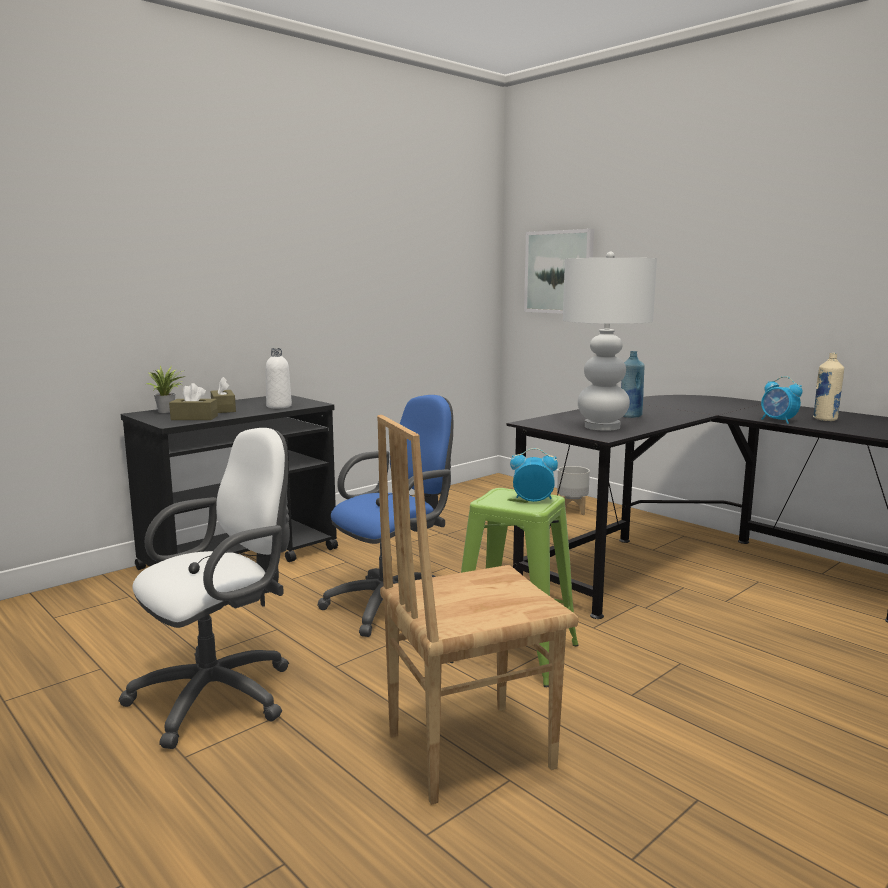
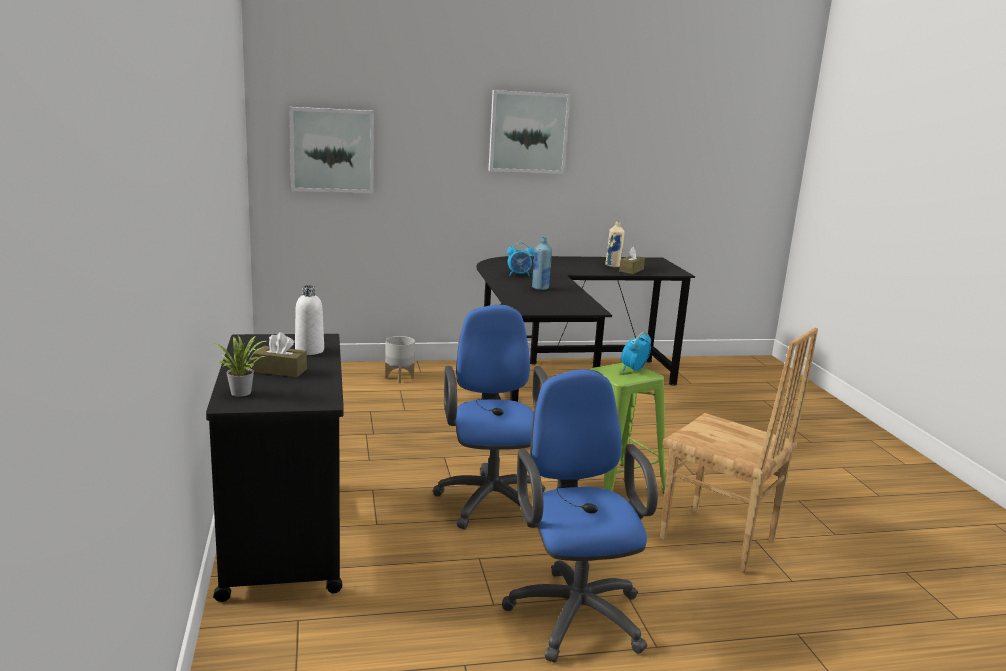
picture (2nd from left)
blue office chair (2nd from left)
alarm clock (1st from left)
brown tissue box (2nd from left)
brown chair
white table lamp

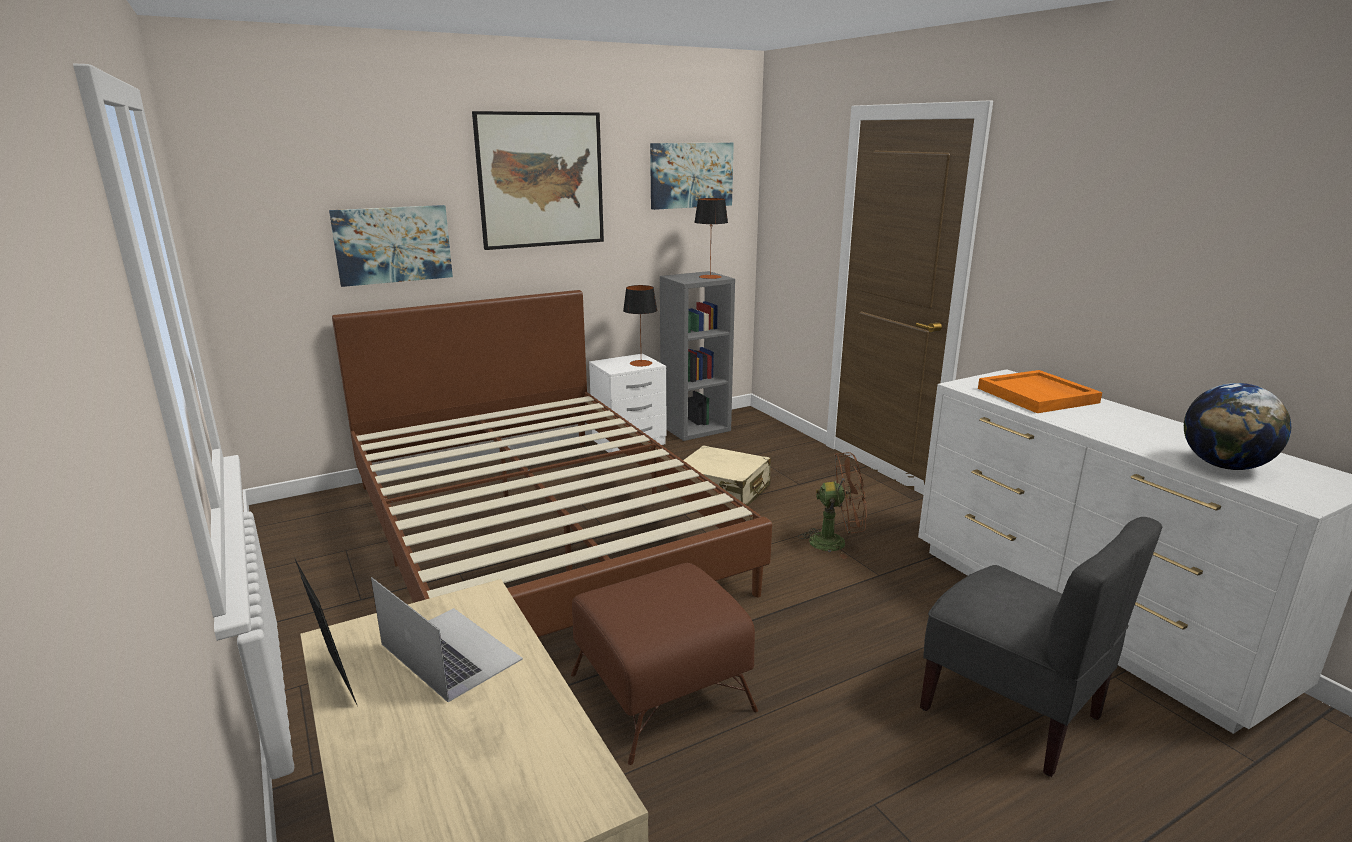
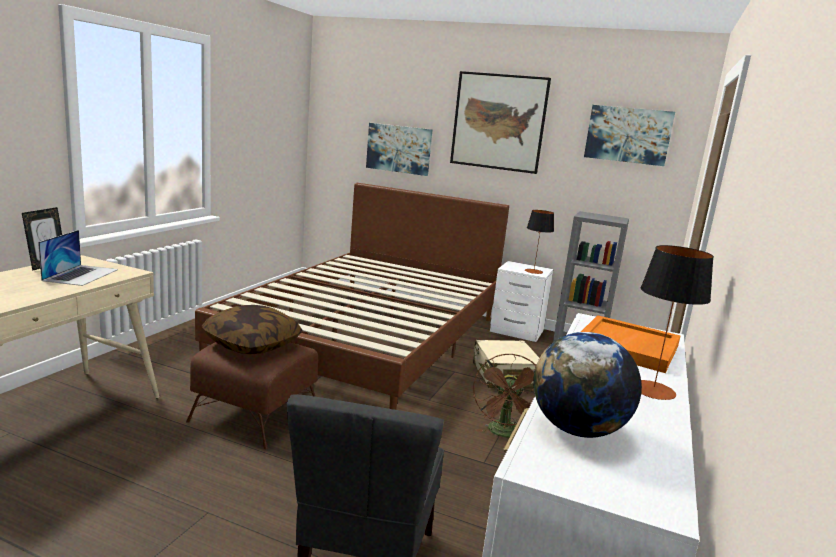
pillow
brown fan
table lamp (2nd from left)

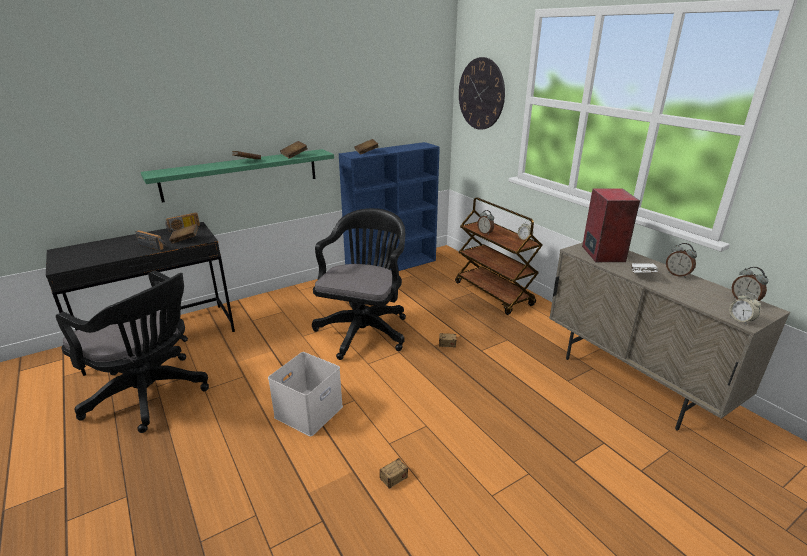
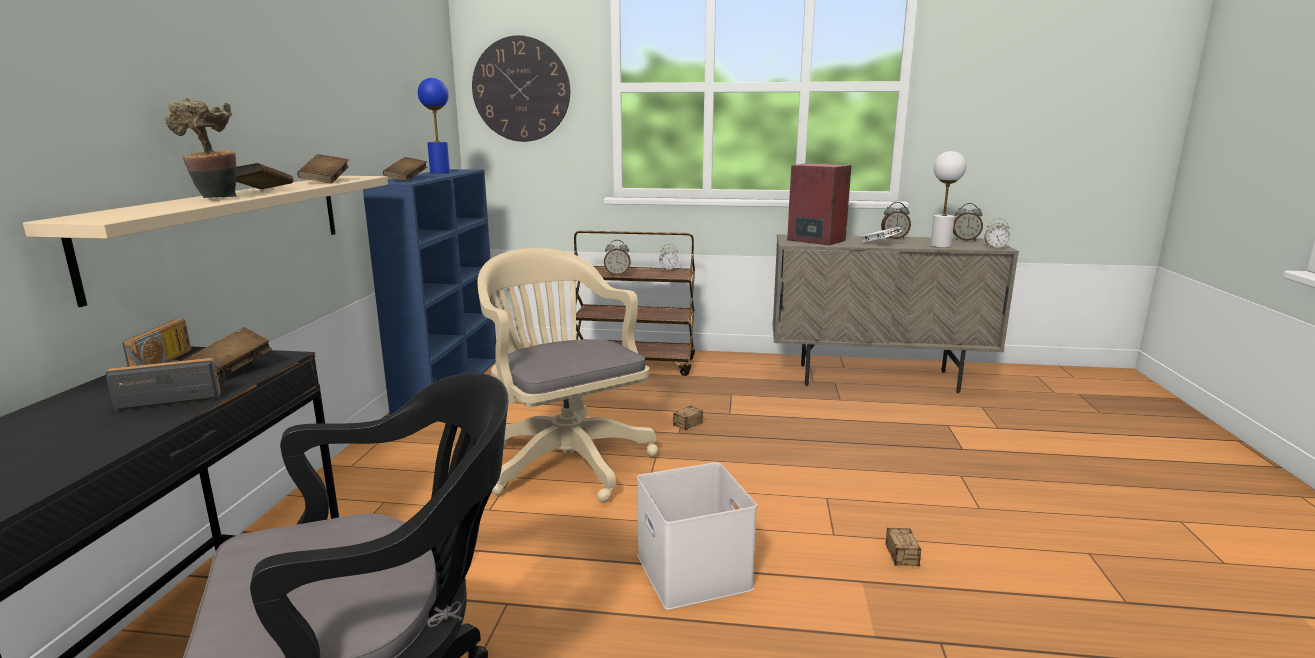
beige shelf
potted plant
blue table lamp
beige office chair
white table lamp

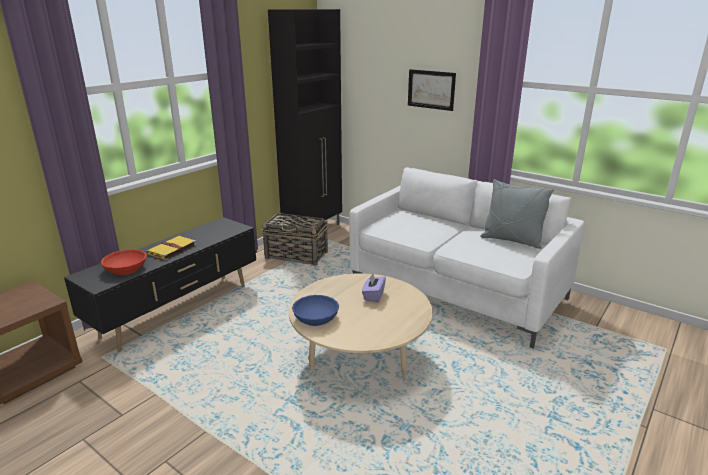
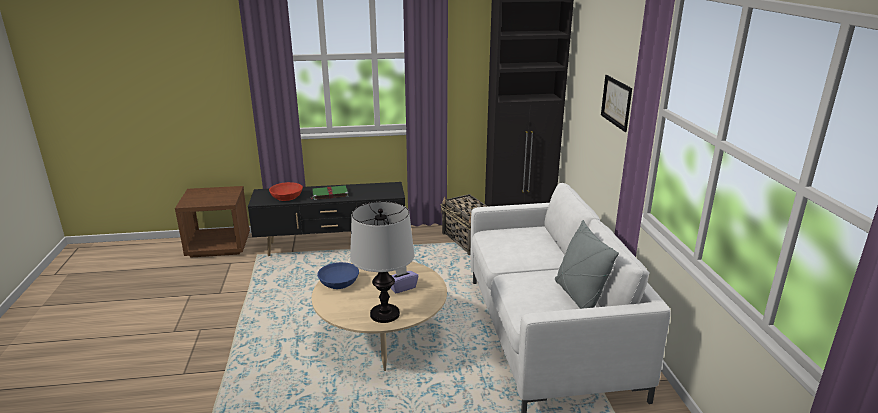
green book
table lamp

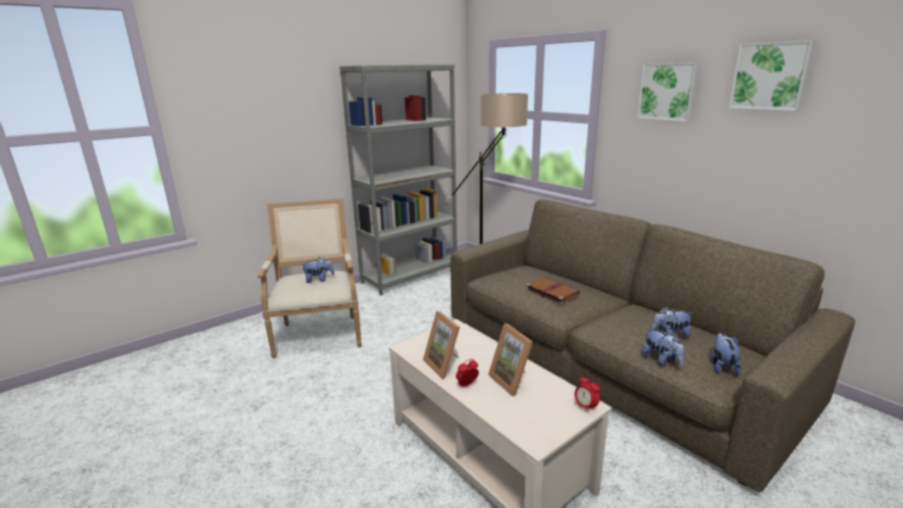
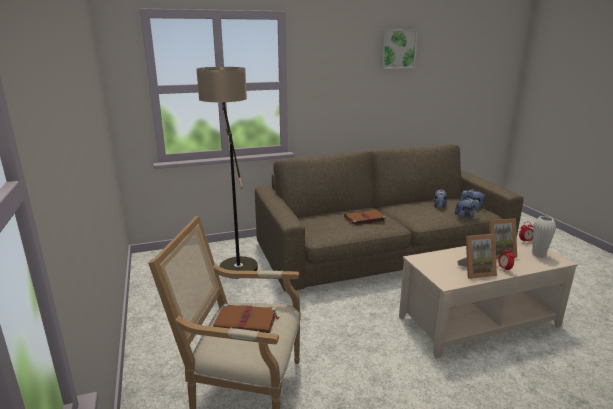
brown book (1st from left)
white vase
grey bookcase
picture (1st from left in the first image)

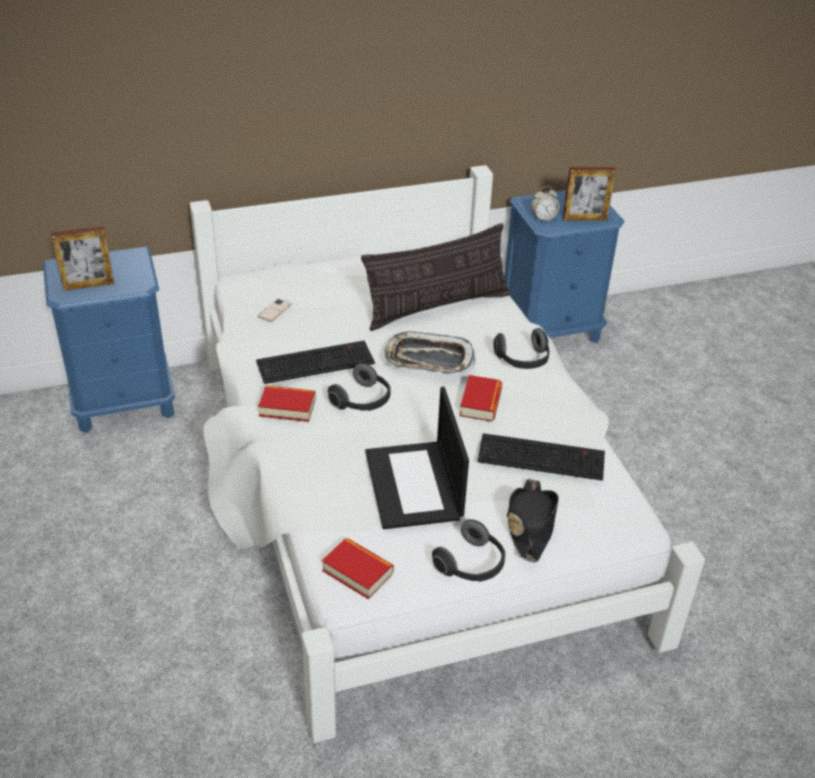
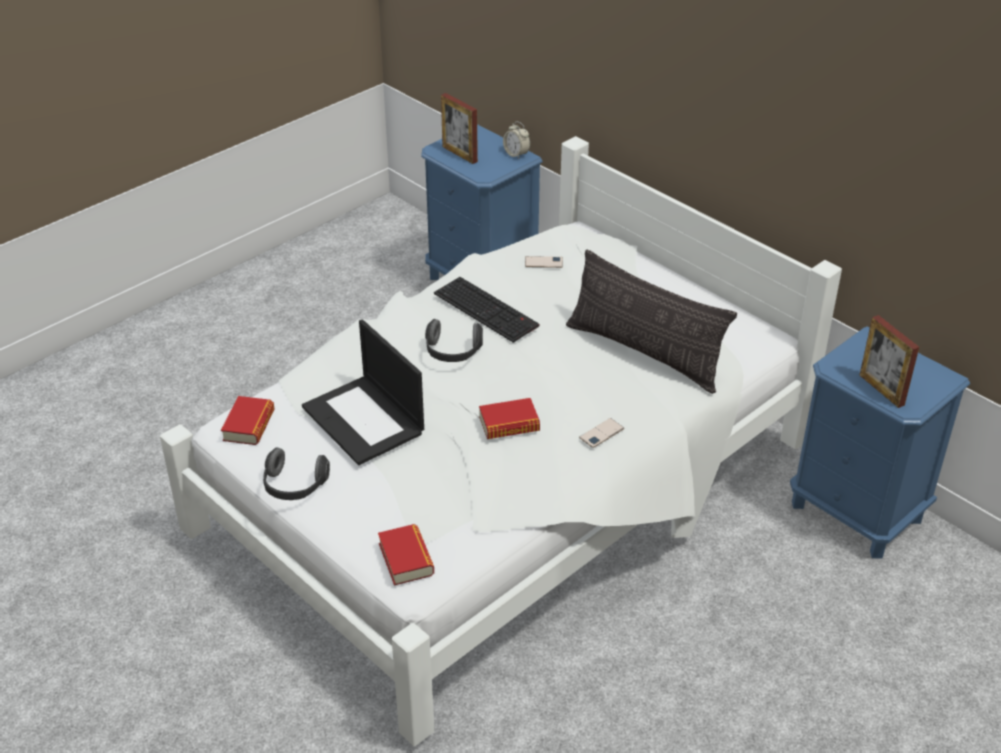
laptop
book (2nd from left)
alarm clock
phone (2nd from left)
tray
keyboard (2nd from left in the first image)
black hat

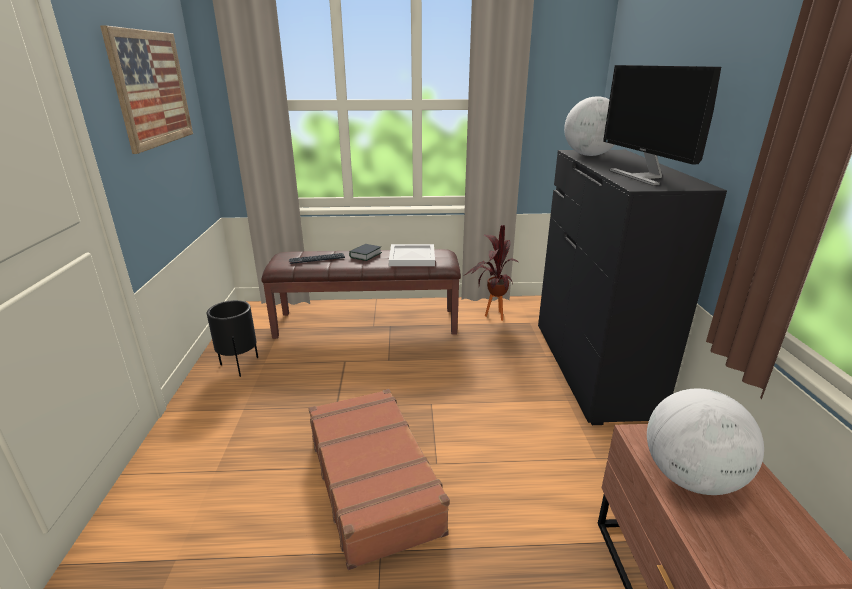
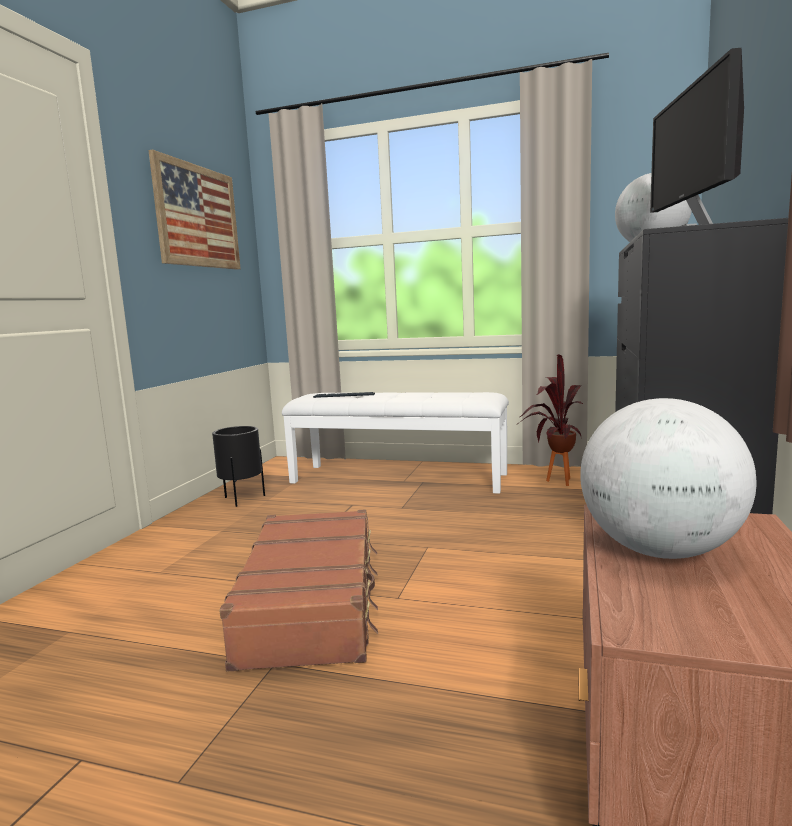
white bench
book
white tray

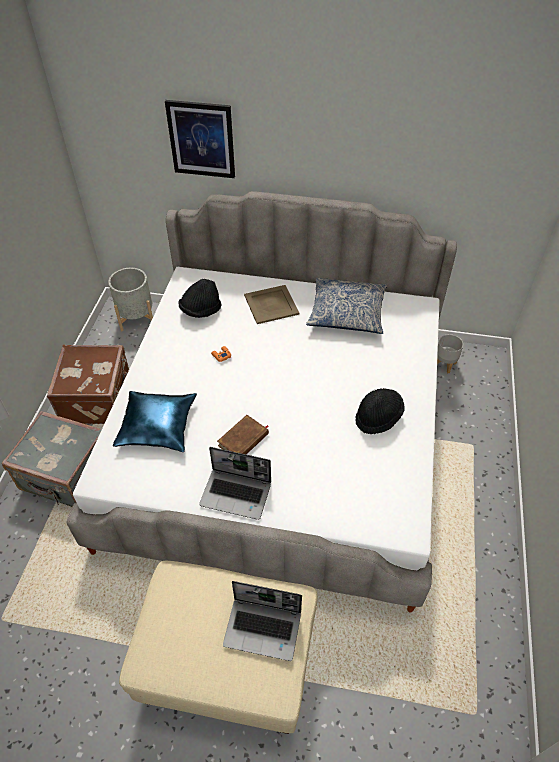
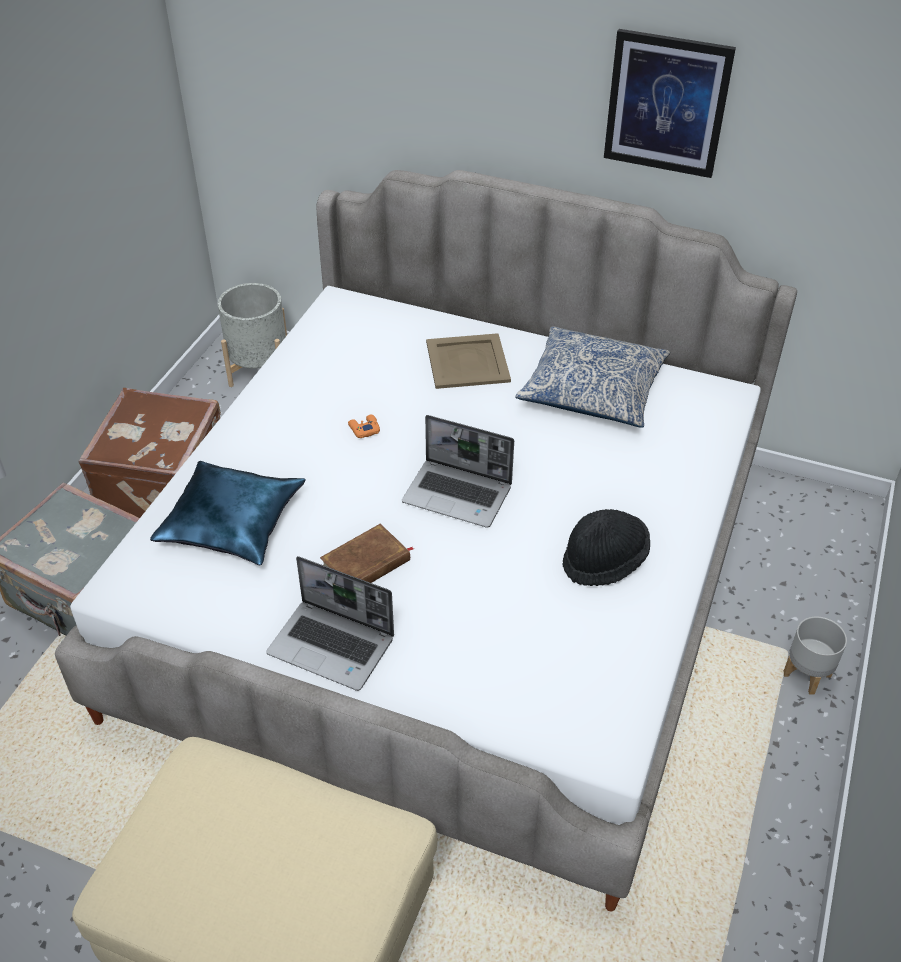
laptop (2nd from left)
picture
grey planter (2nd from left)
black hat (1st from left in the first image)

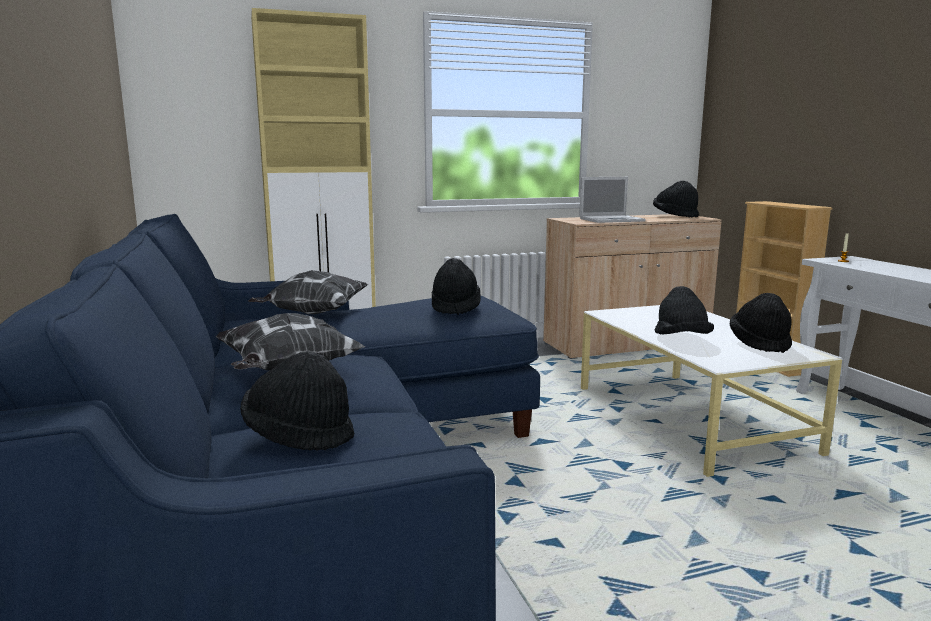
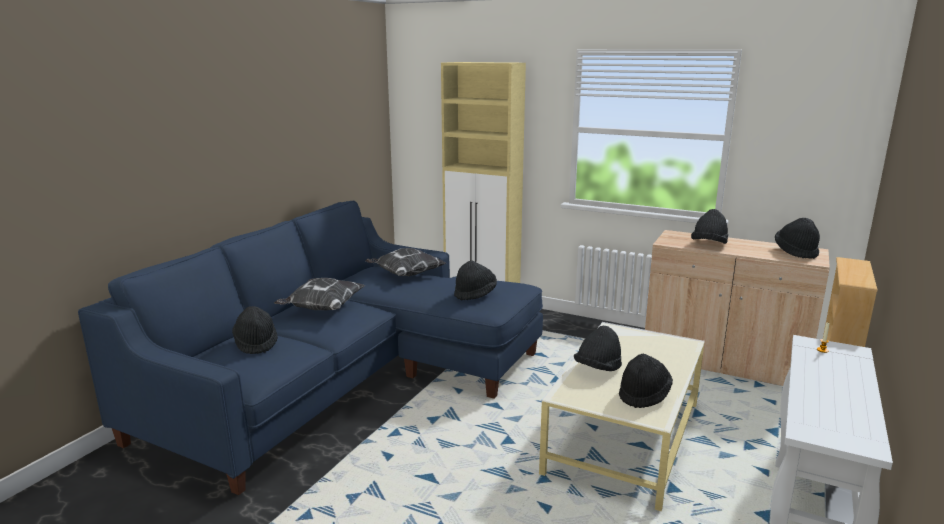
black hat (5th from left)

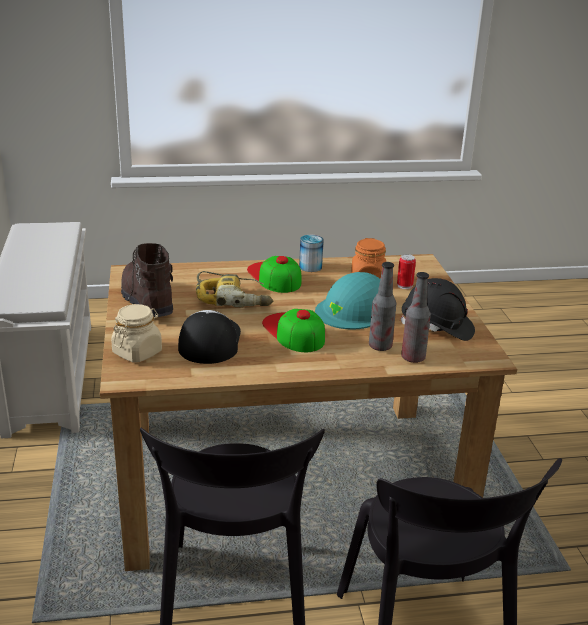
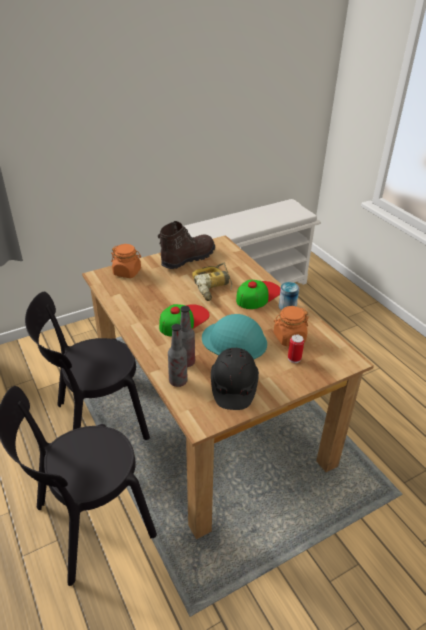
orange jar (1st from left)
cap (1st from left in the first image)

